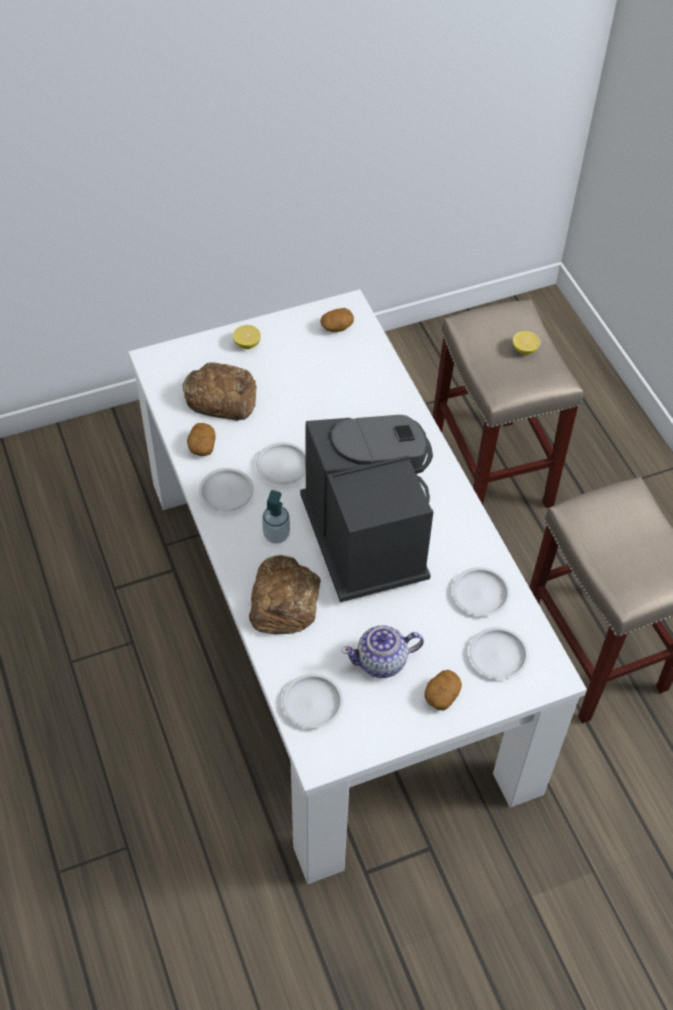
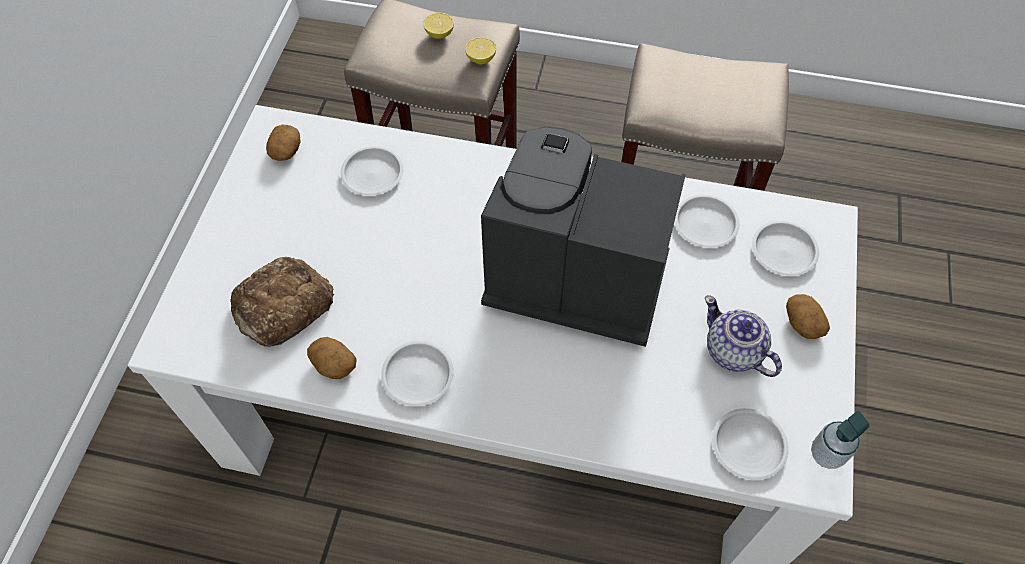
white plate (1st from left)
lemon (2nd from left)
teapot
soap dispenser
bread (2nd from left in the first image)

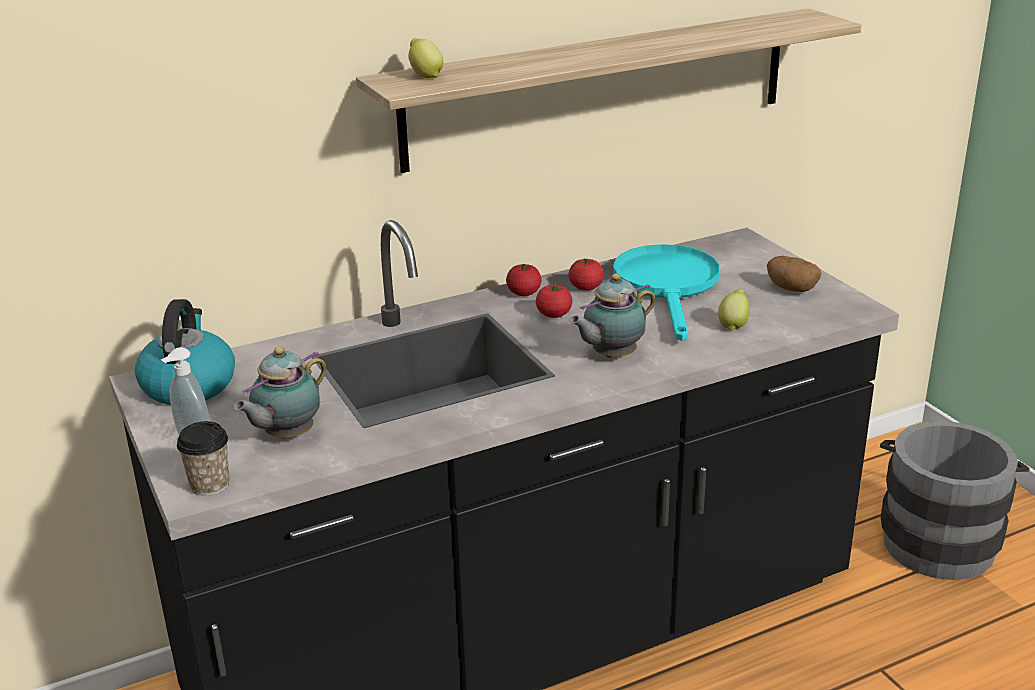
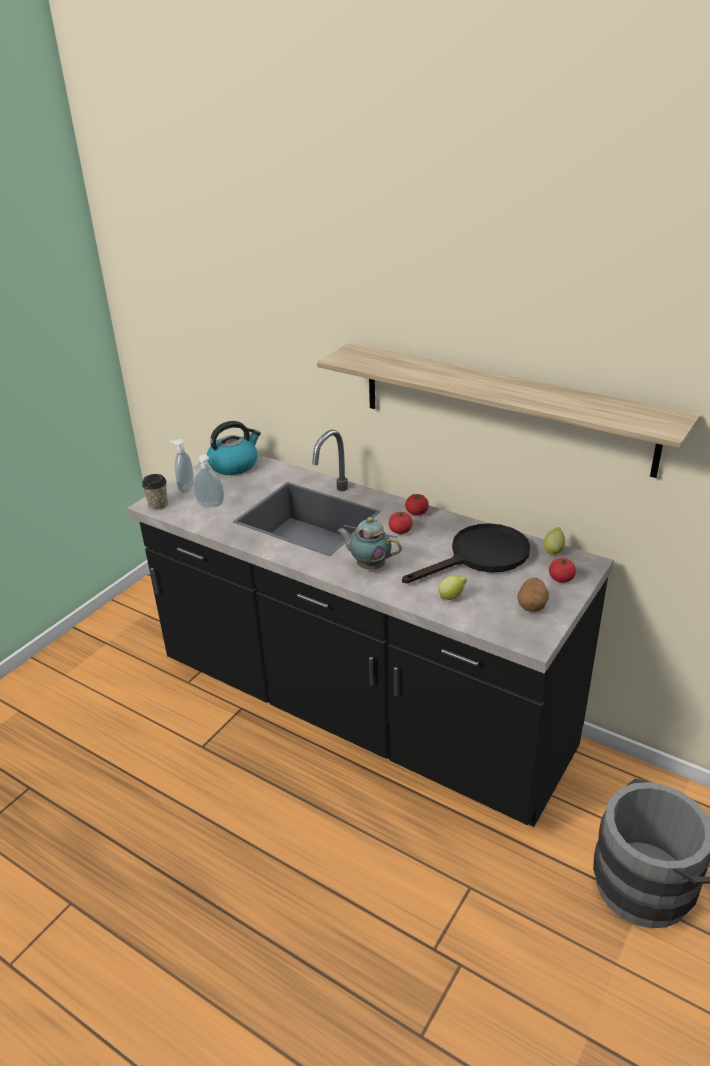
soap dispenser (2nd from left)
black frying pan
lemon (2nd from left)
tomato (3rd from left)

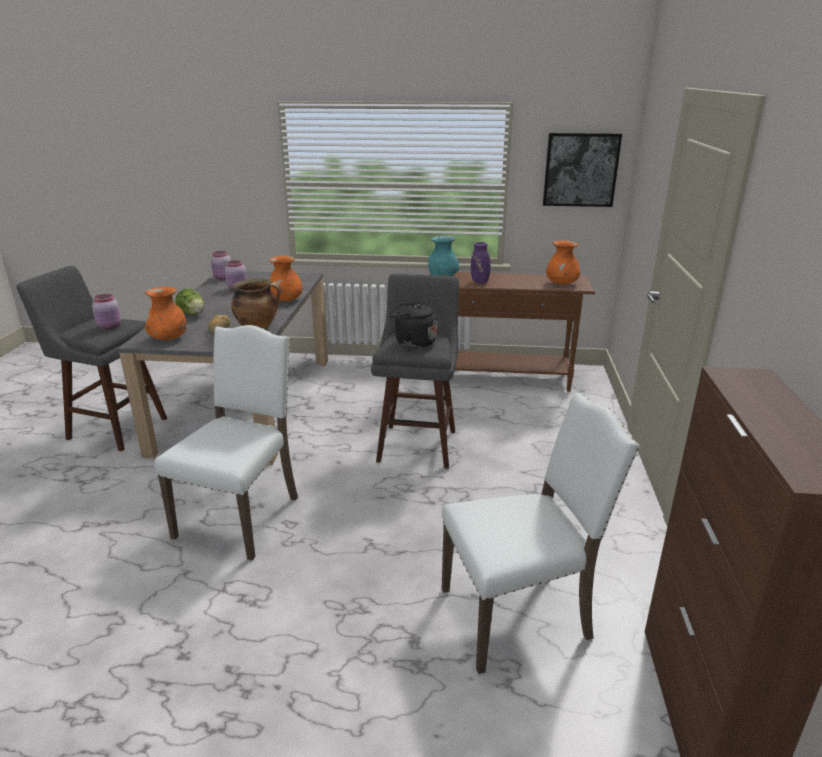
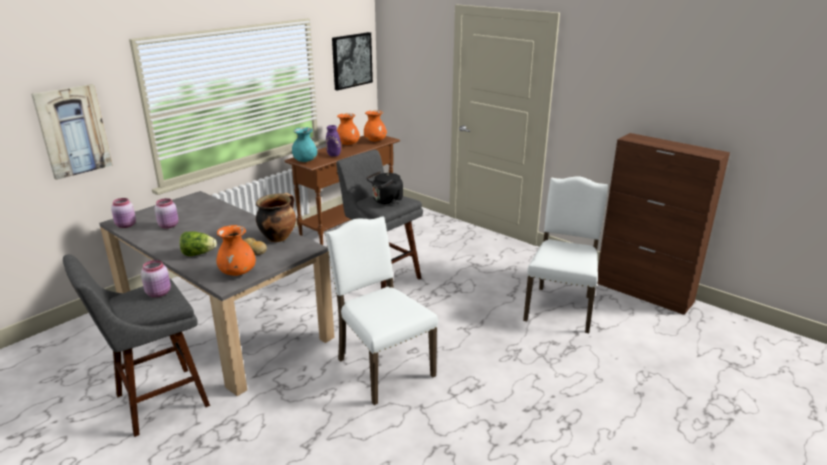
picture (1st from left)
orange vase (2nd from left)

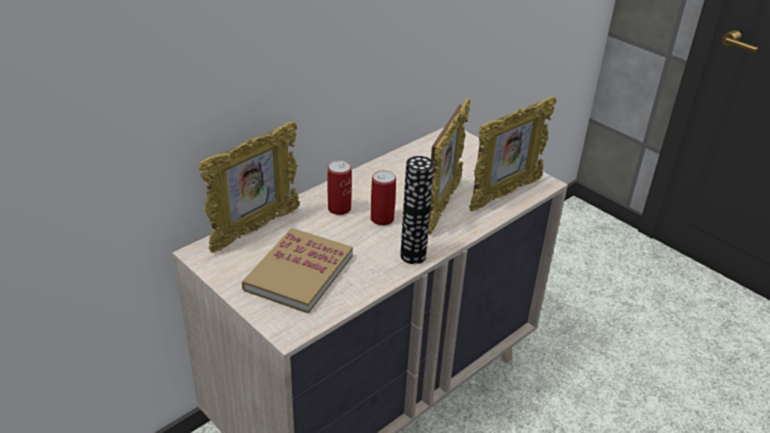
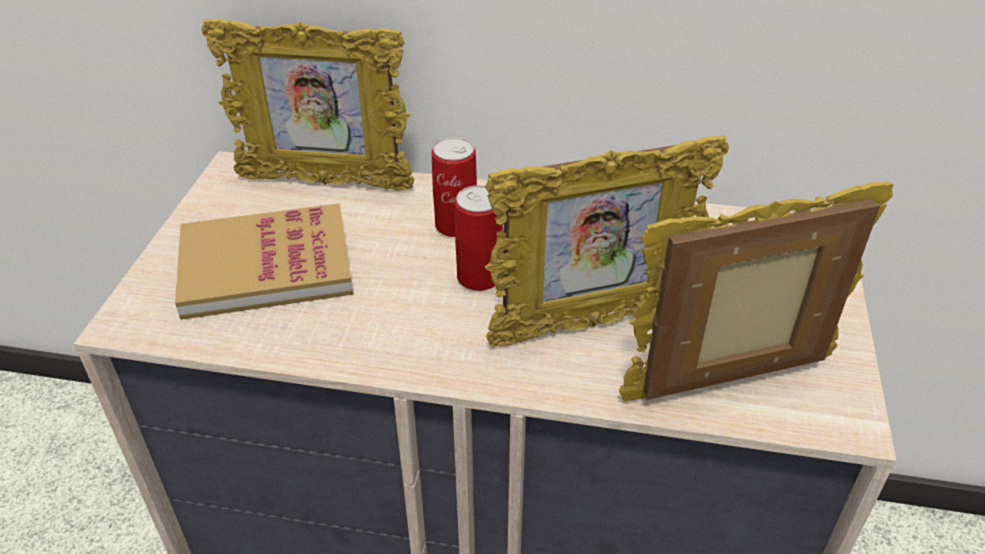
picture frame (3rd from left)
vase

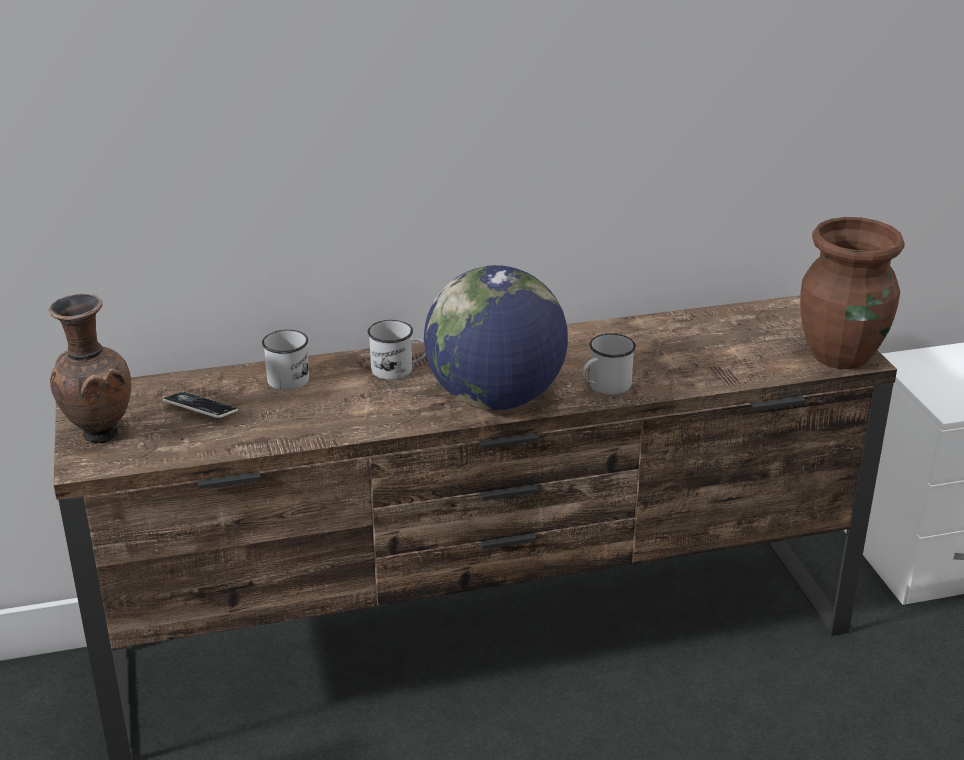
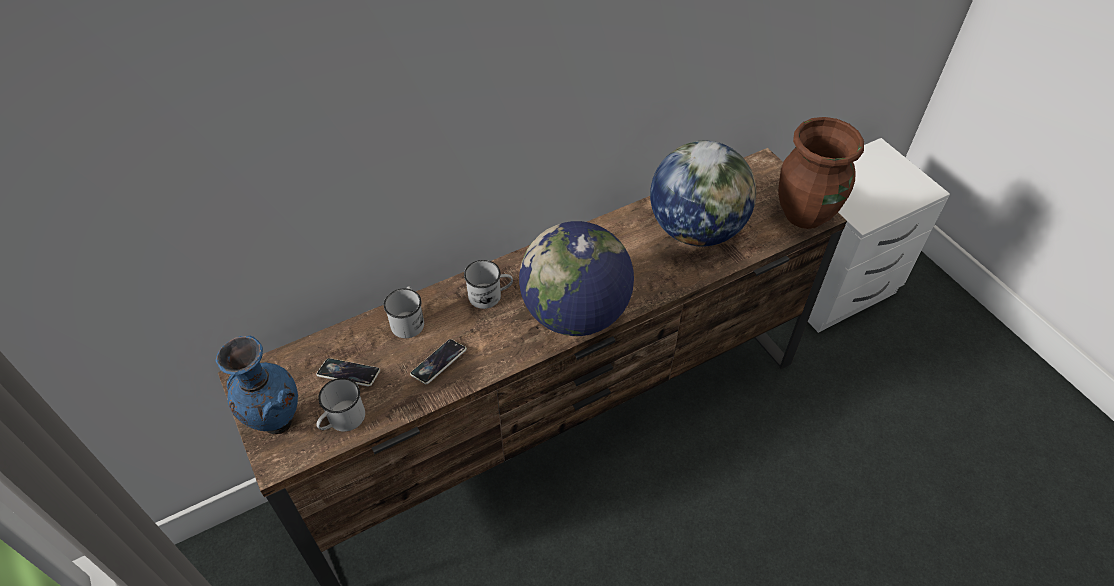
blue vase
white mug (1st from left)
phone (2nd from left)
globe (2nd from left)

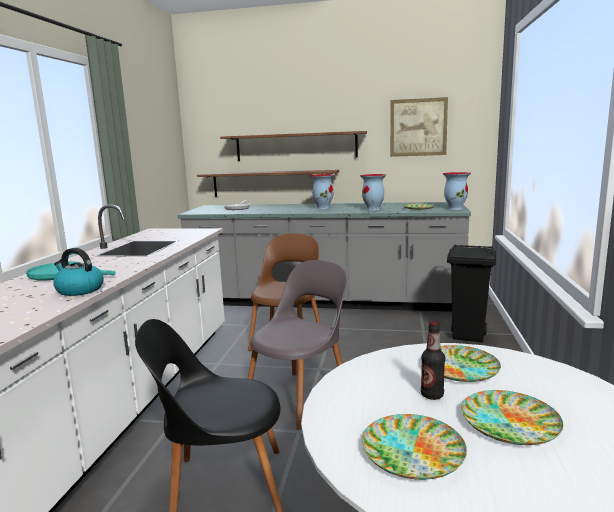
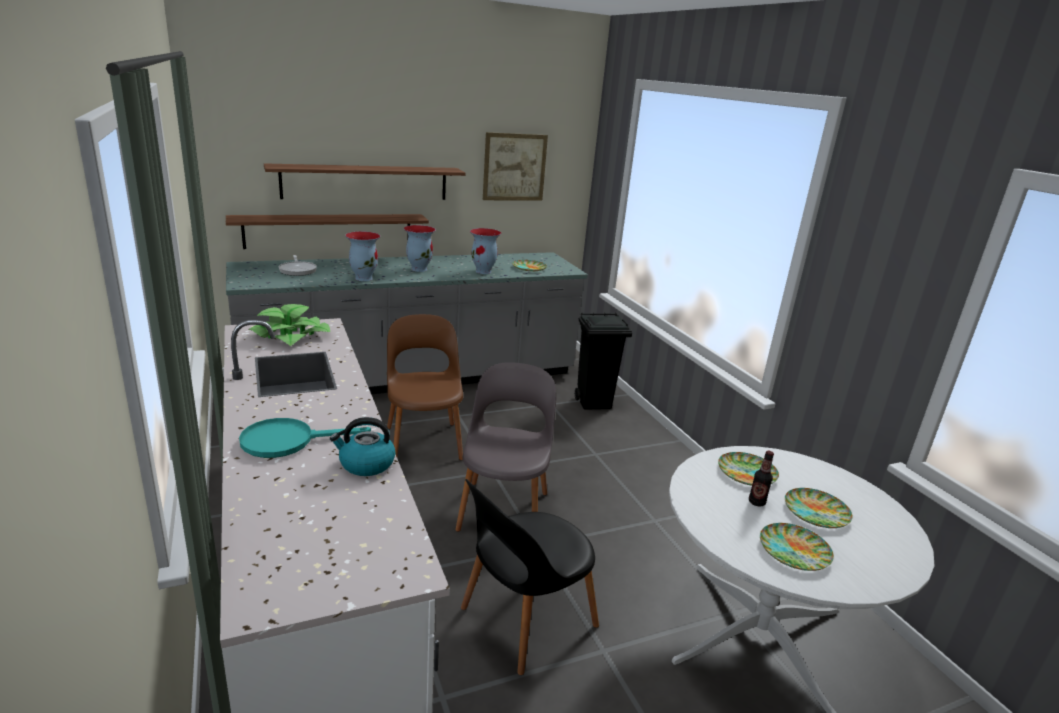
potted plant
vase (1st from left)

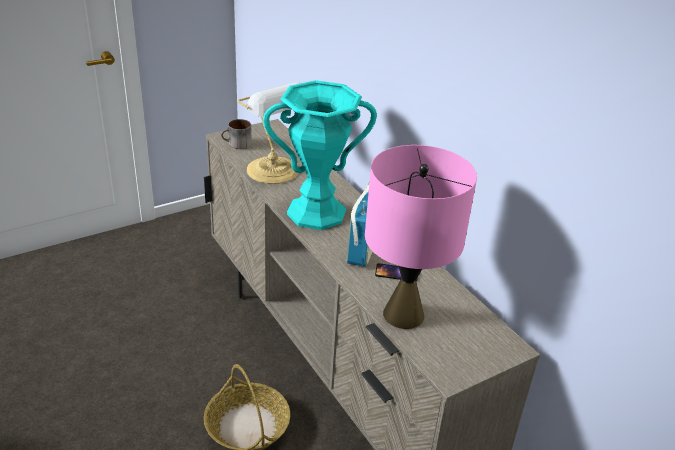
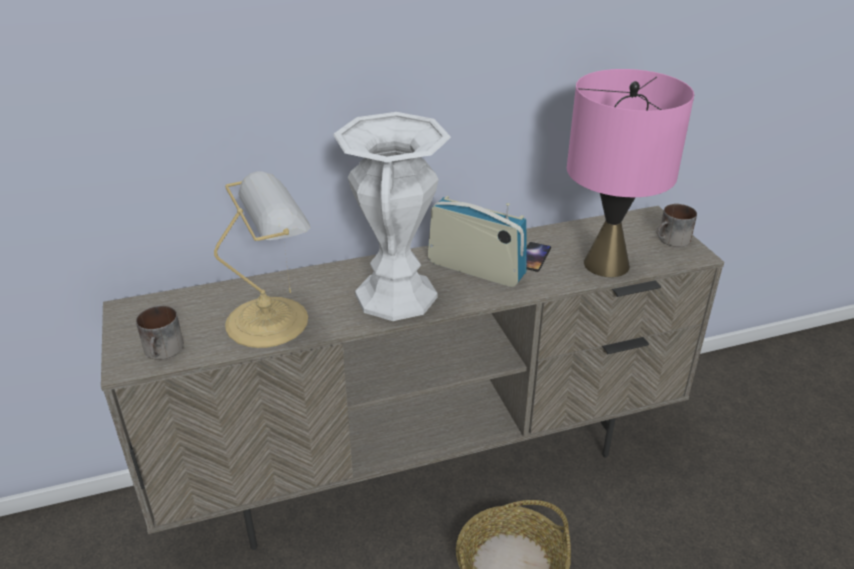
white vase
mug (2nd from left)

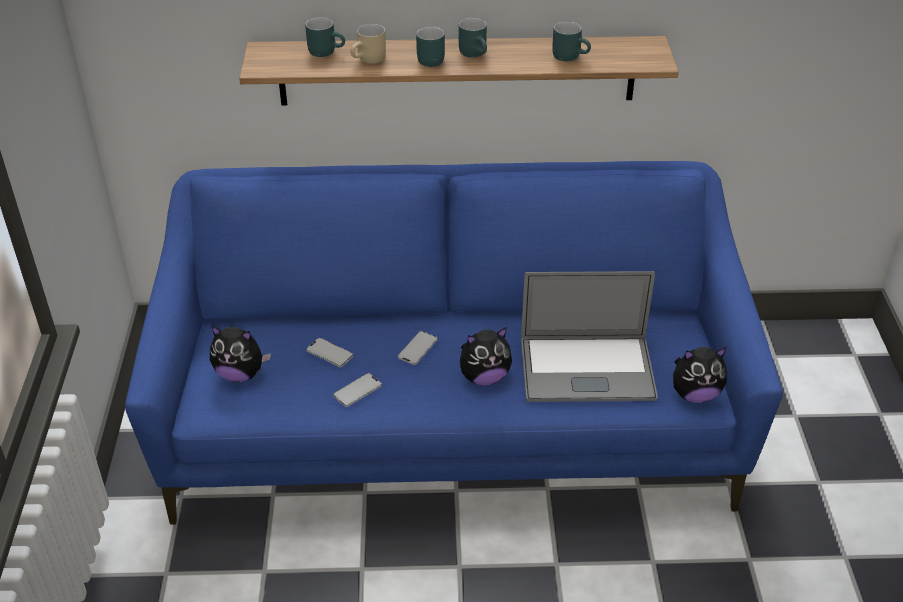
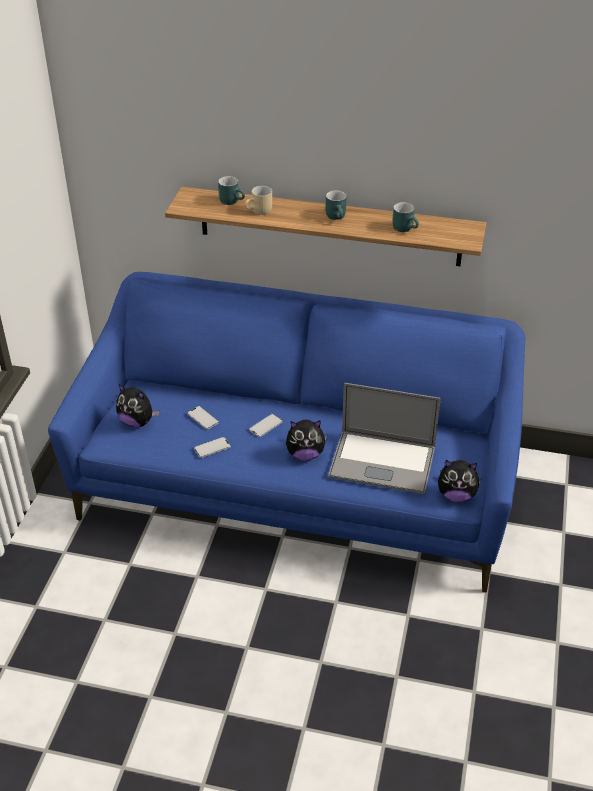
turquoise mug (2nd from left in the first image)

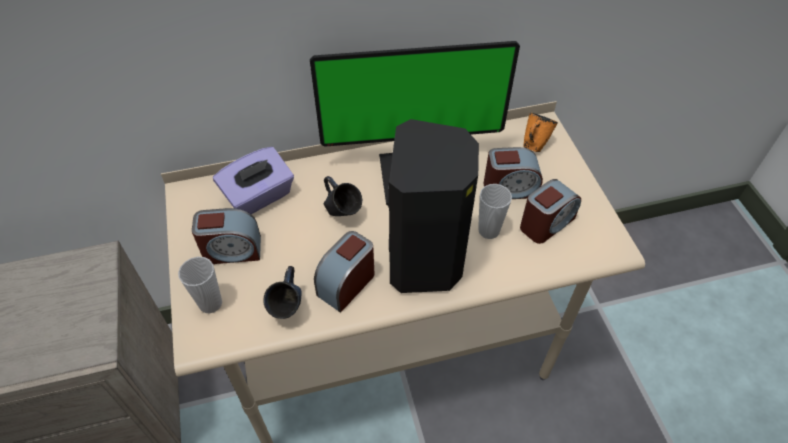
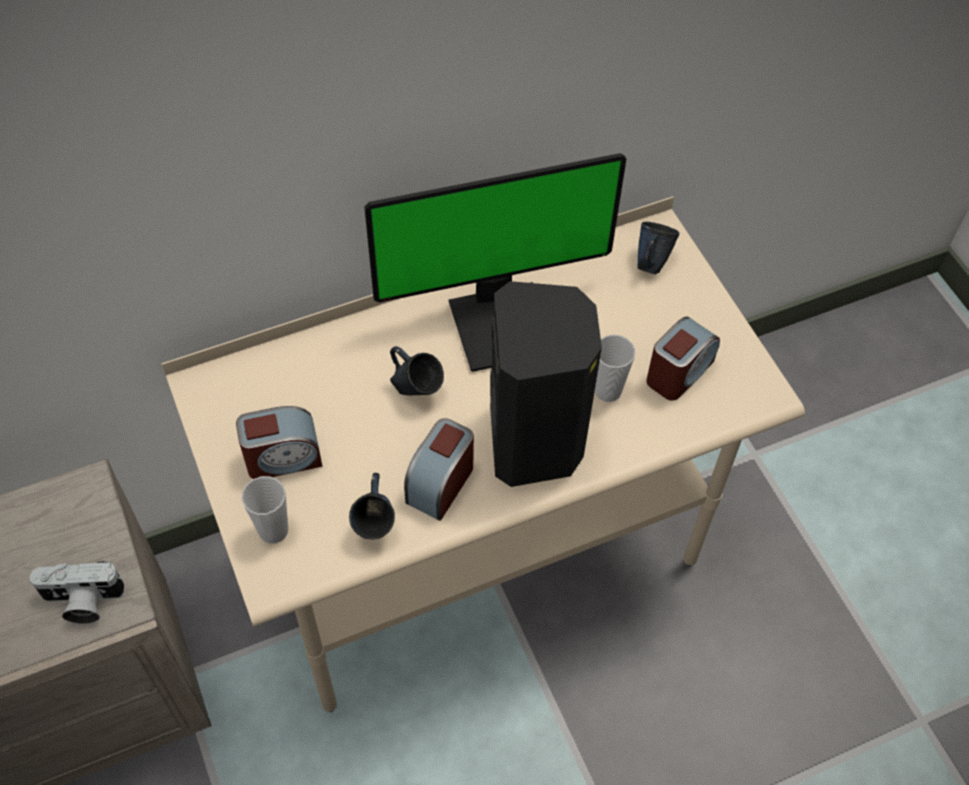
photo camera
blue mug (3rd from left)
purple tissue box
alarm clock (3rd from left in the first image)

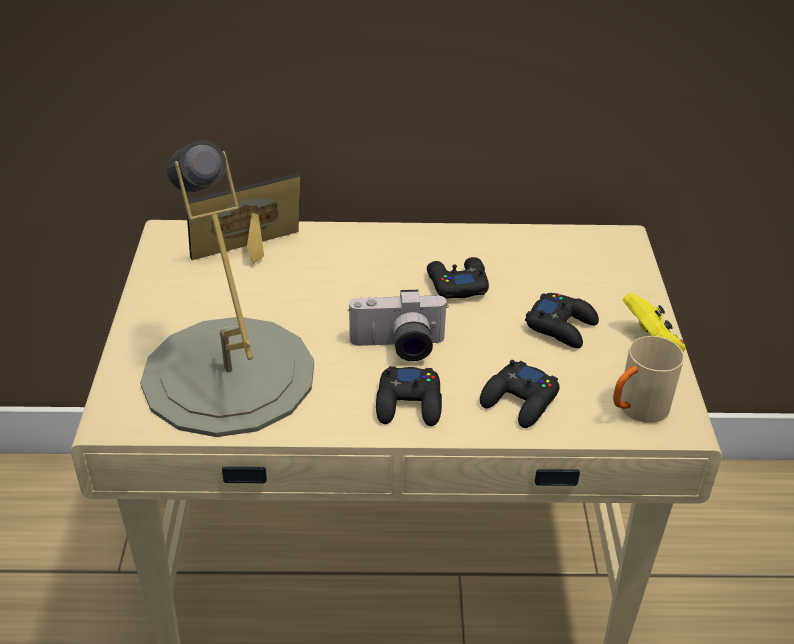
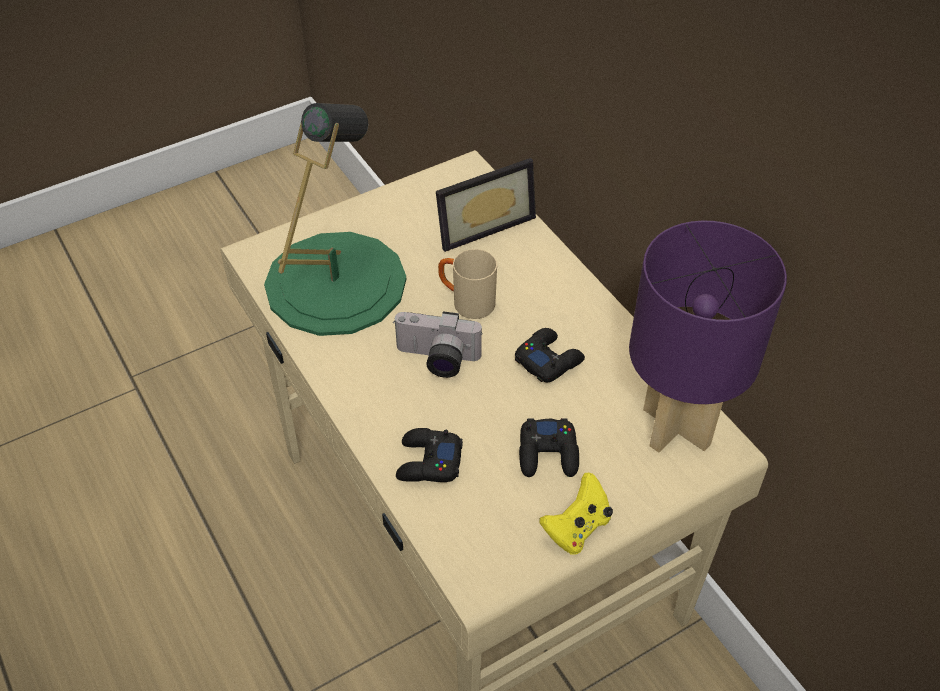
green table lamp
photo camera
picture frame
beige mug
purple table lamp
black game controller (1st from left in the first image)

